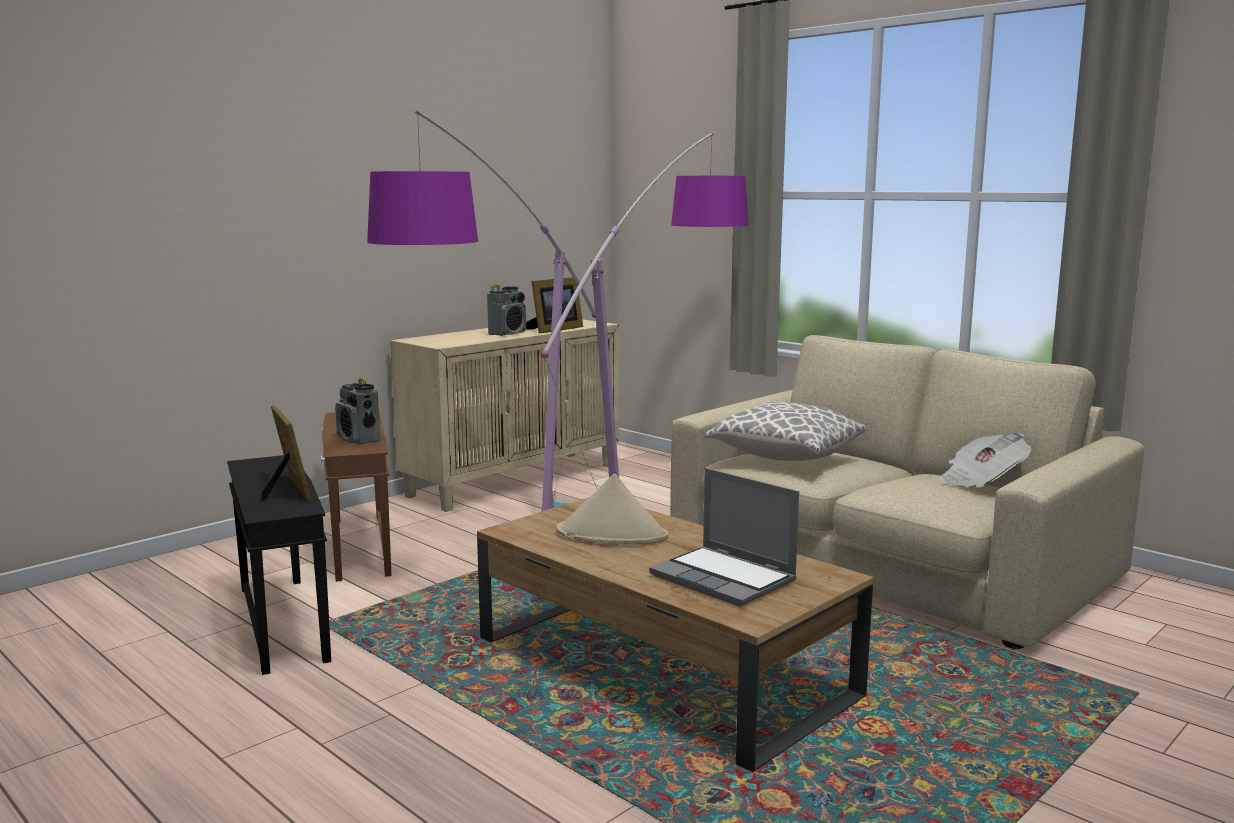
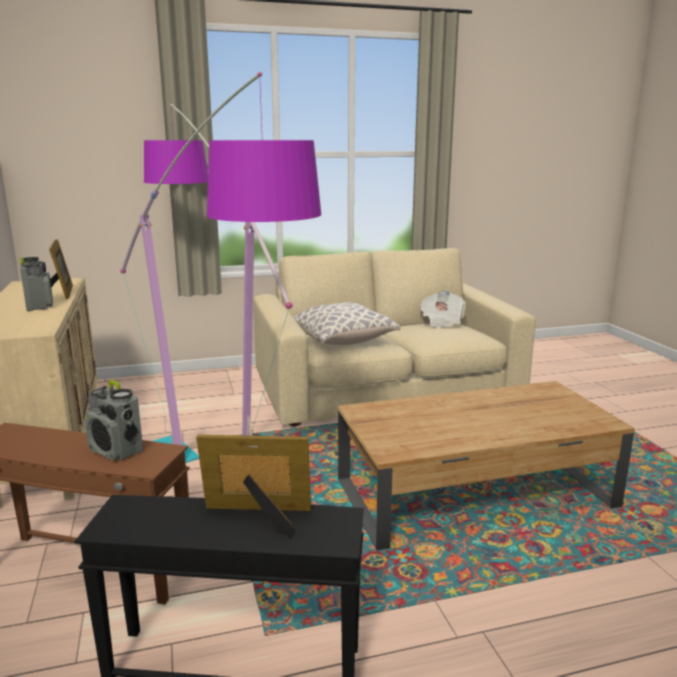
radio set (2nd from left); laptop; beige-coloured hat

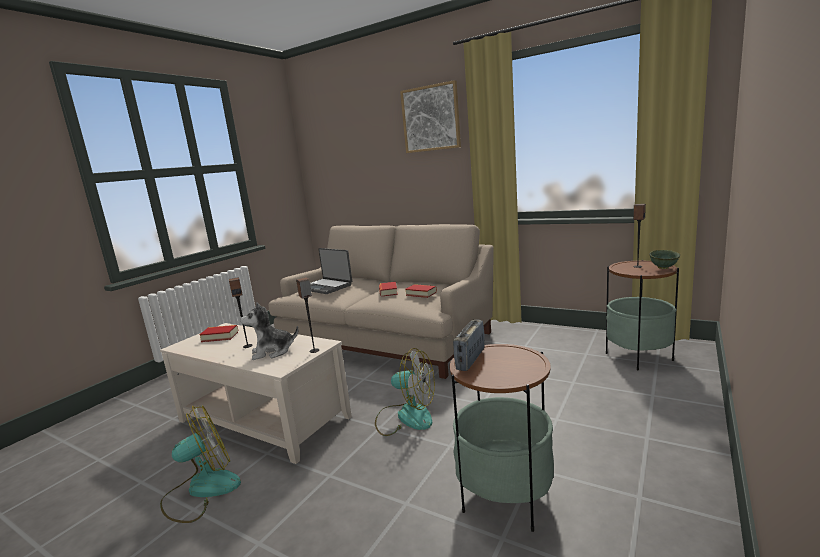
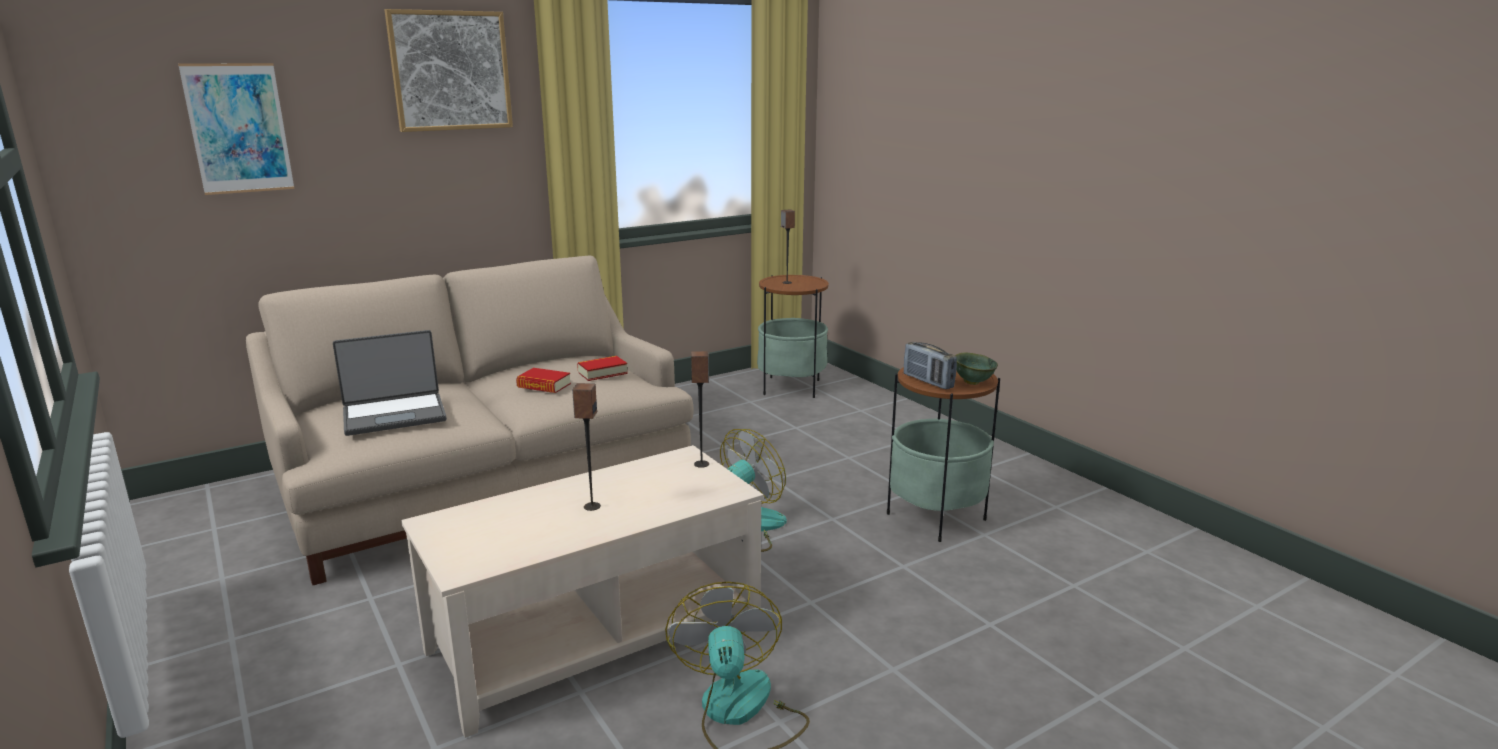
green-coloured bowl; plush toy; bound book (1st from left in the first image); picture (1st from left)

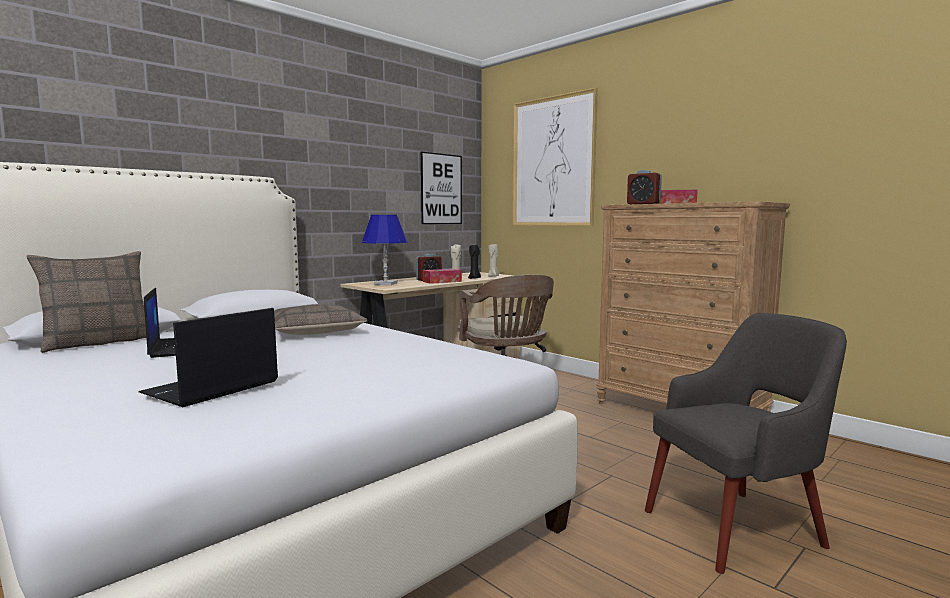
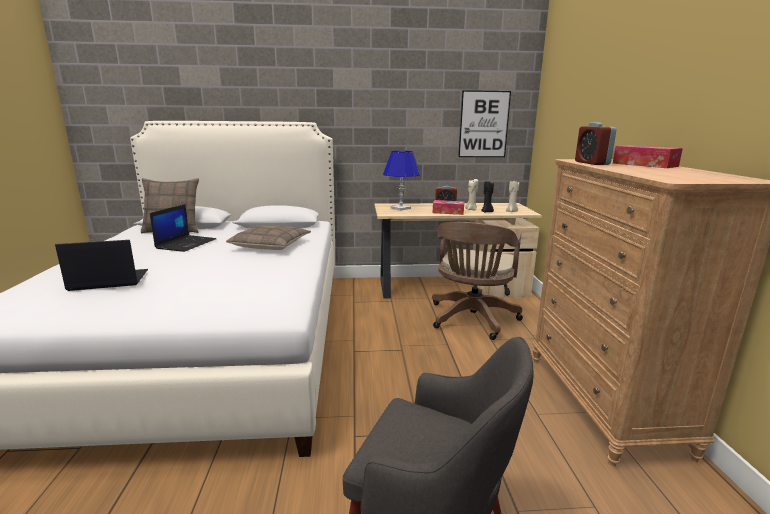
picture (2nd from left in the first image)

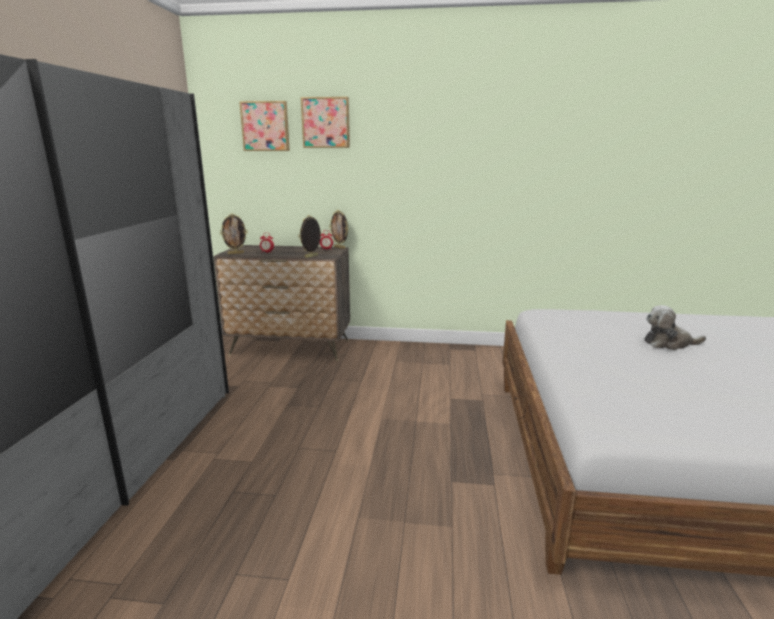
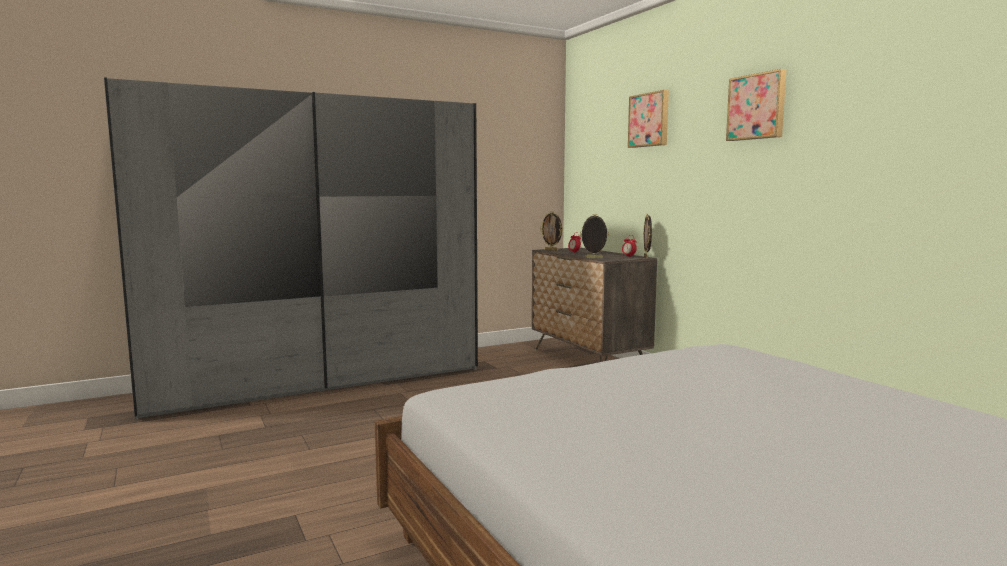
picture (2nd from left); plush toy

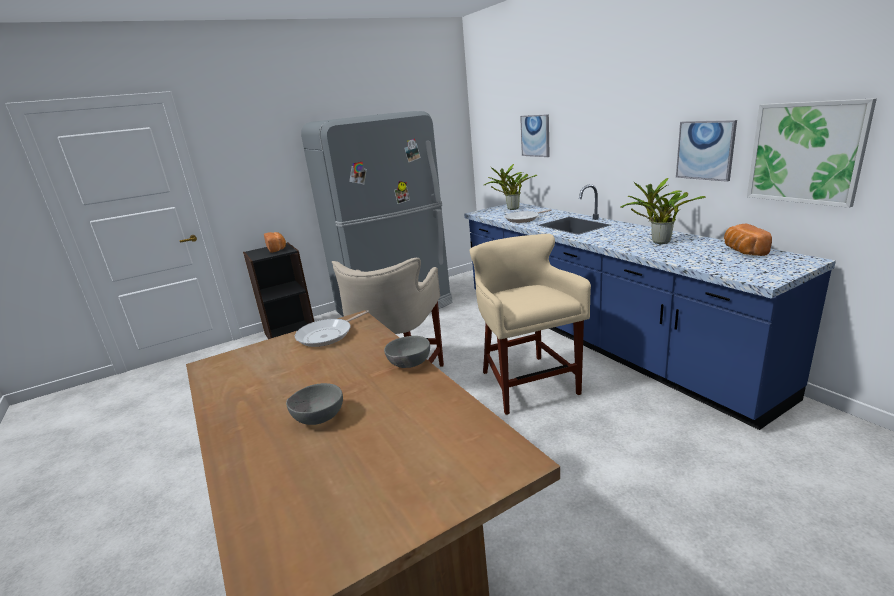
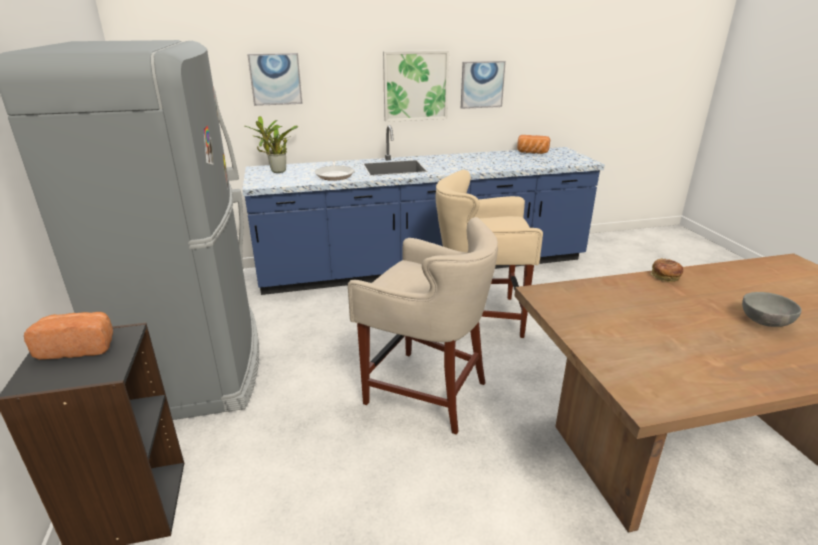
picture (2nd from left); houseplant (2nd from left in the first image); skillet (1st from left in the first image); bread (3rd from left)

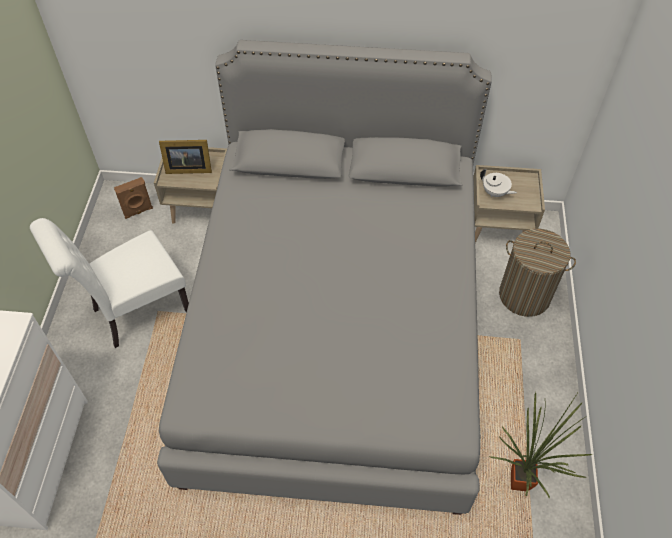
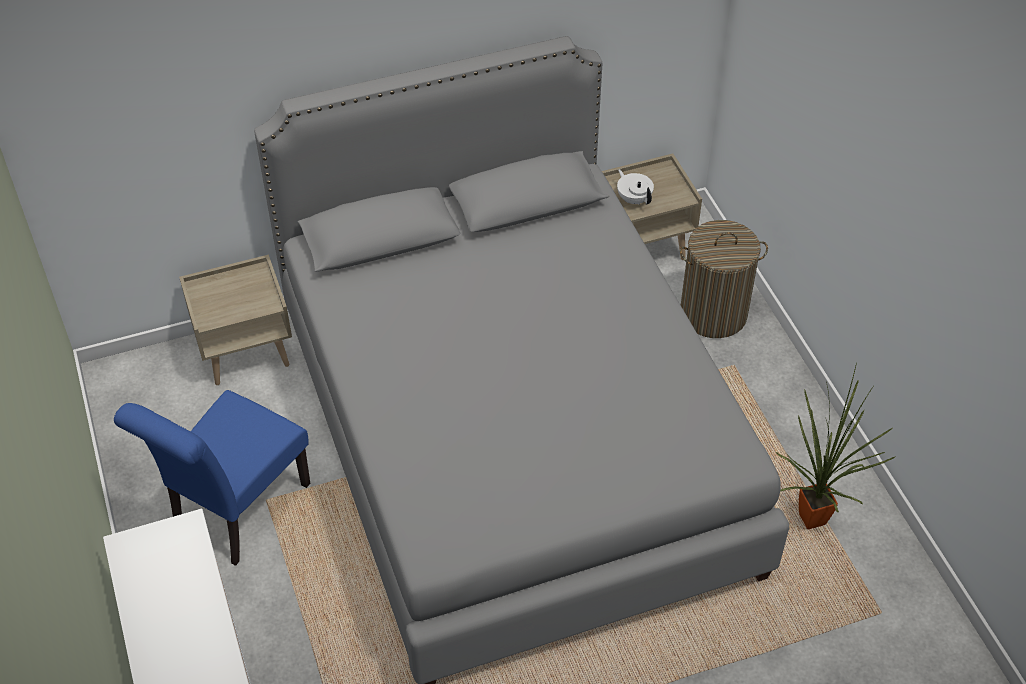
picture frame; white teapot; brown-coloured loudspeaker; blue upright chair

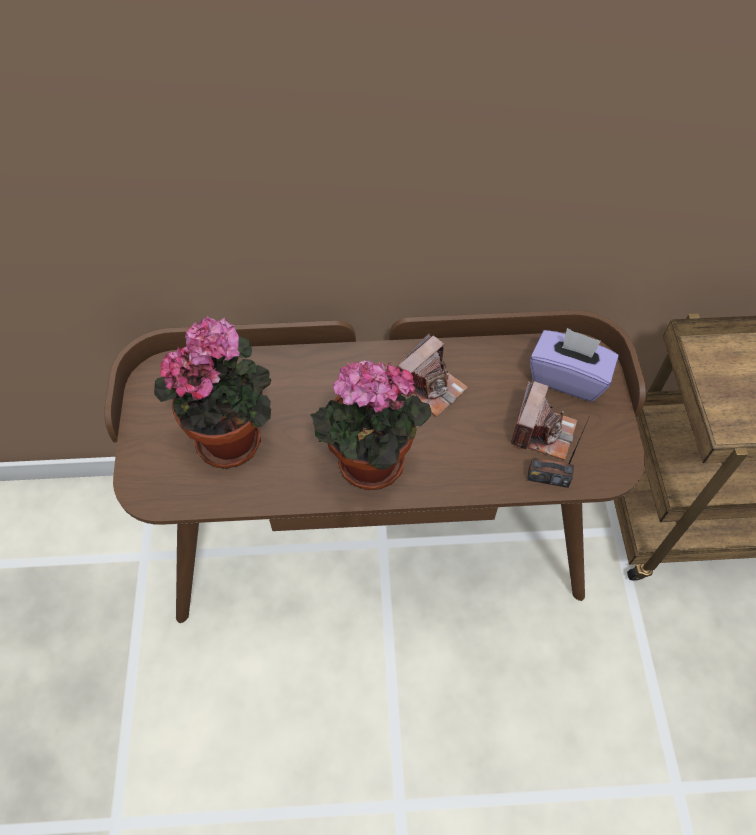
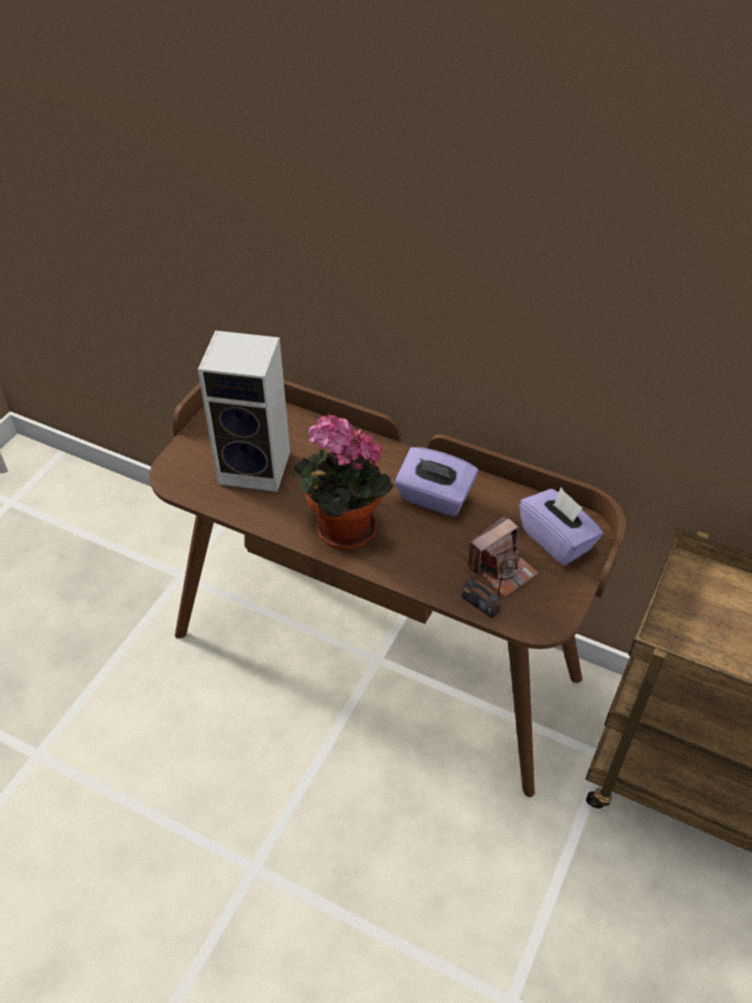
loudspeaker; purplish box of tissues (1st from left)

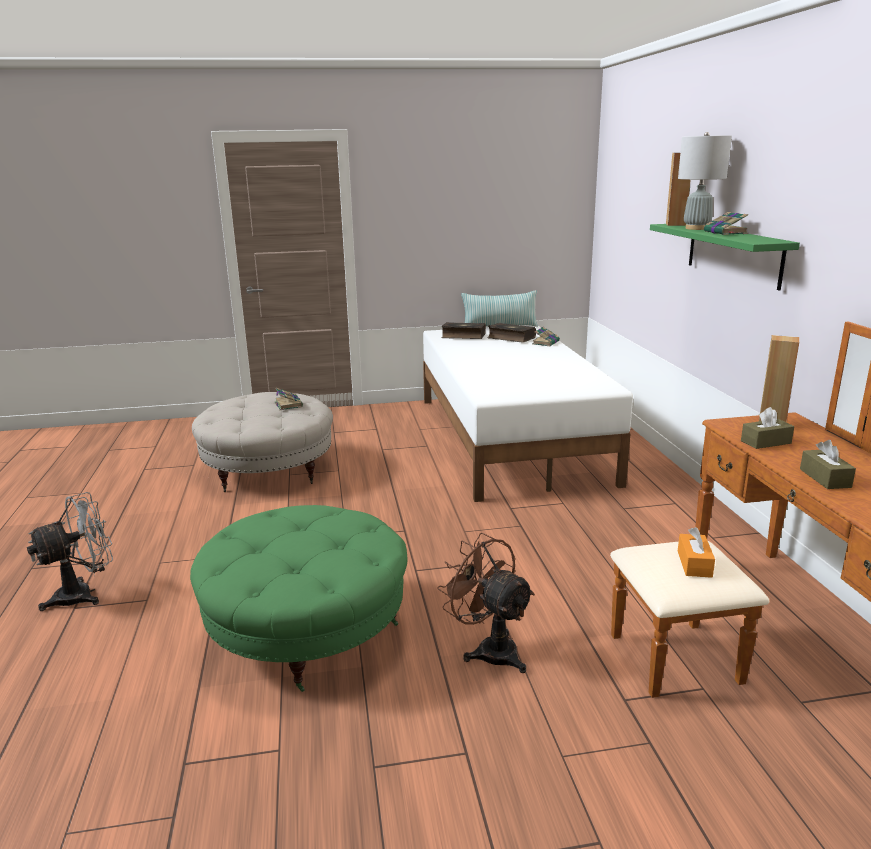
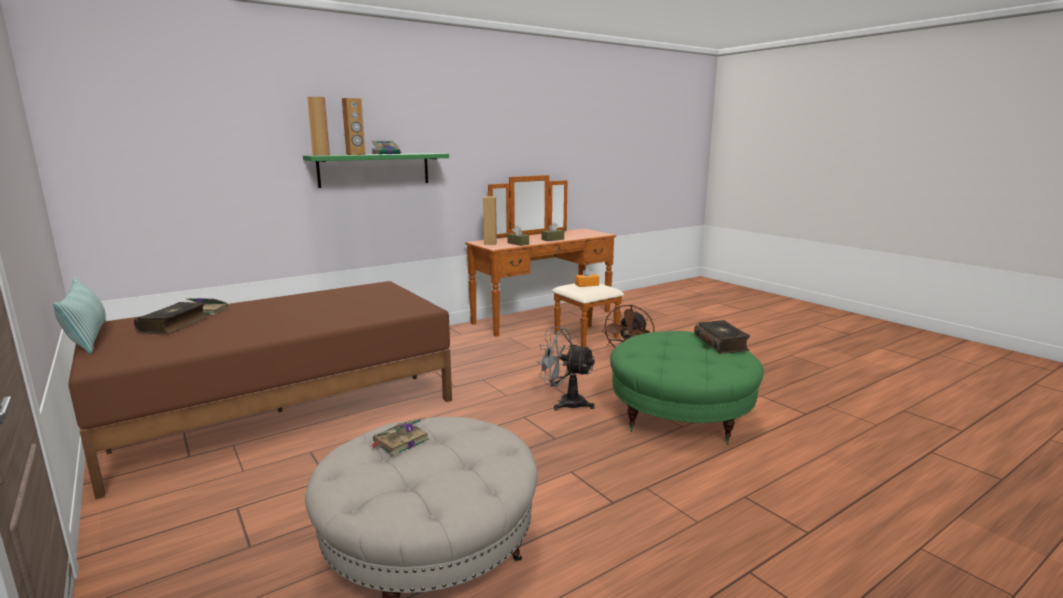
brown-coloured loudspeaker (2nd from left); bound book (5th from left); brown-coloured bed; greyish electric fan

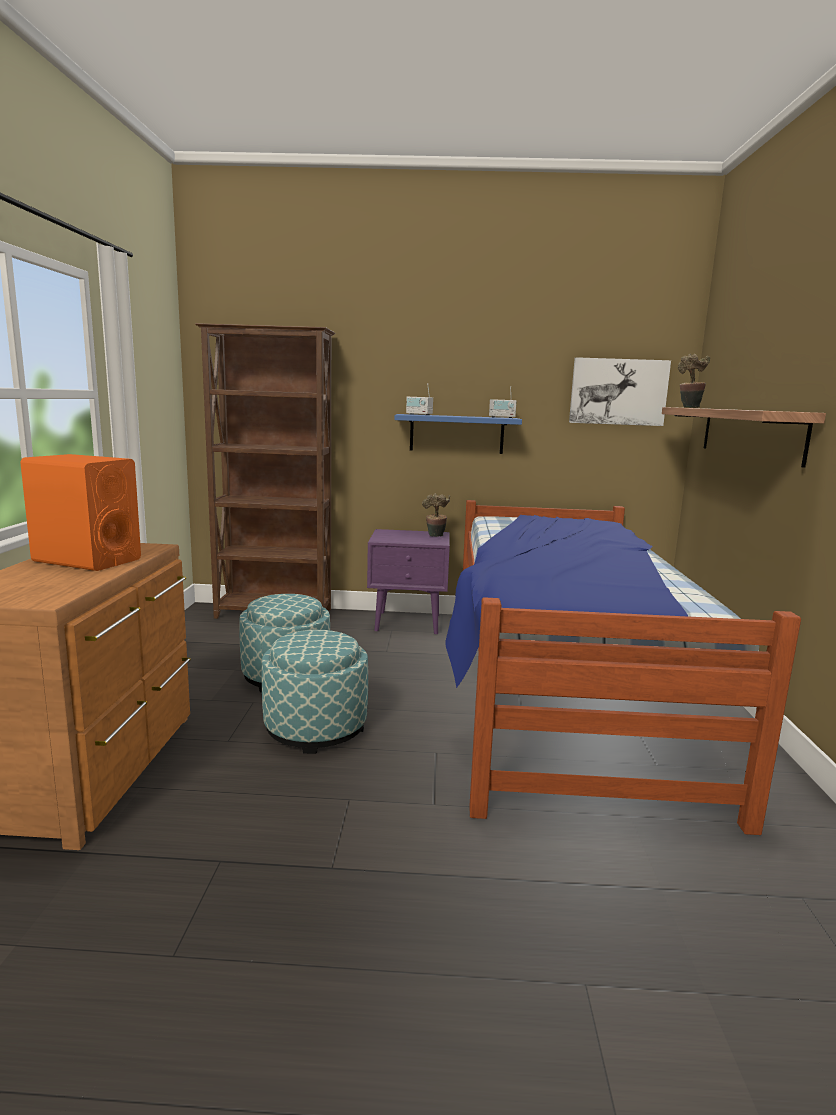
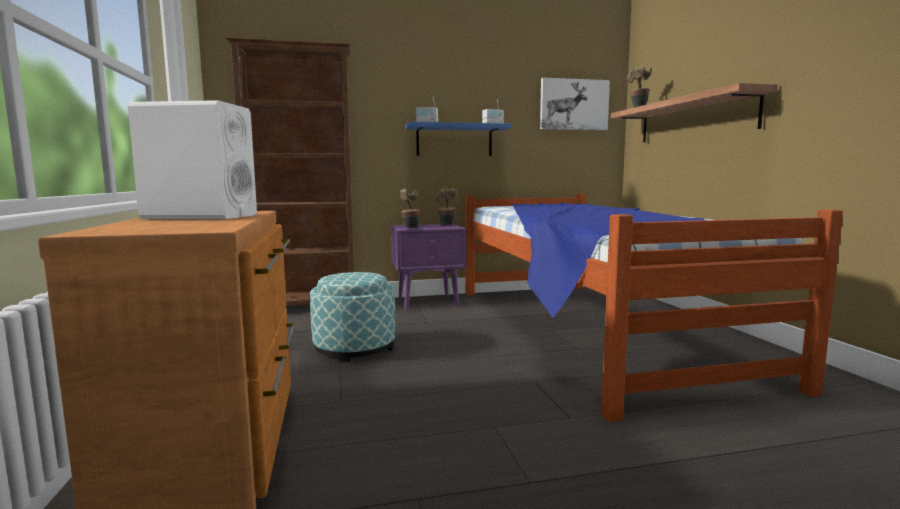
white loudspeaker; ottoman (2nd from left in the first image); houseplant (1st from left)

